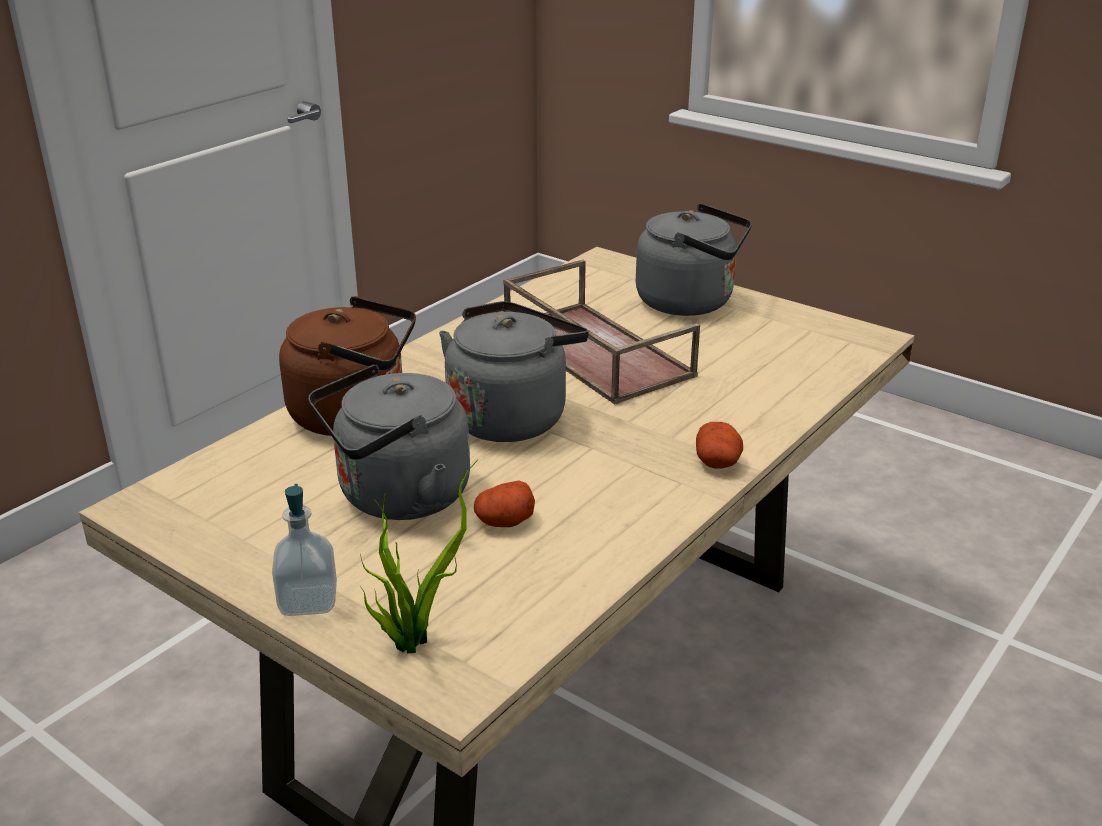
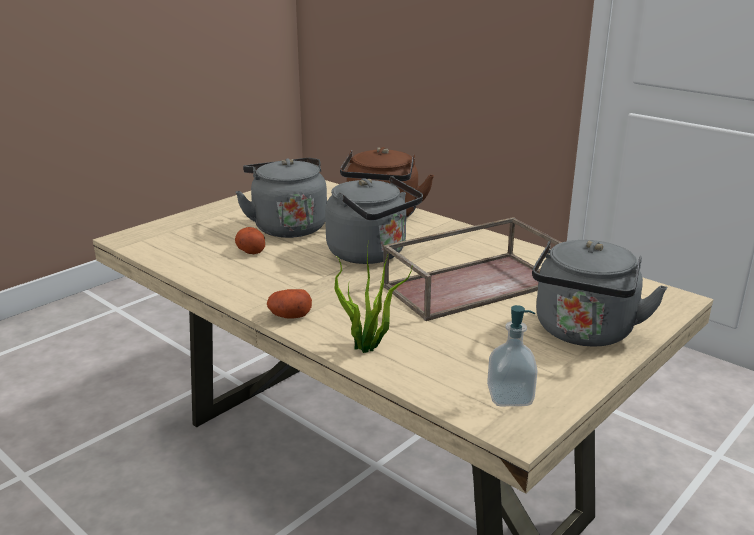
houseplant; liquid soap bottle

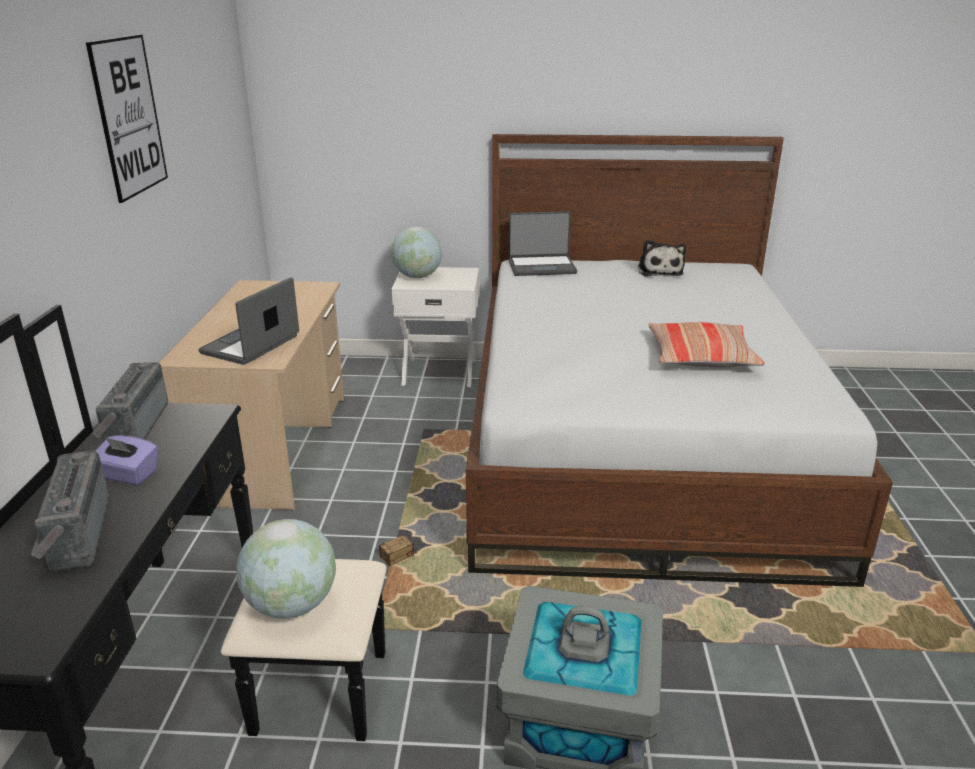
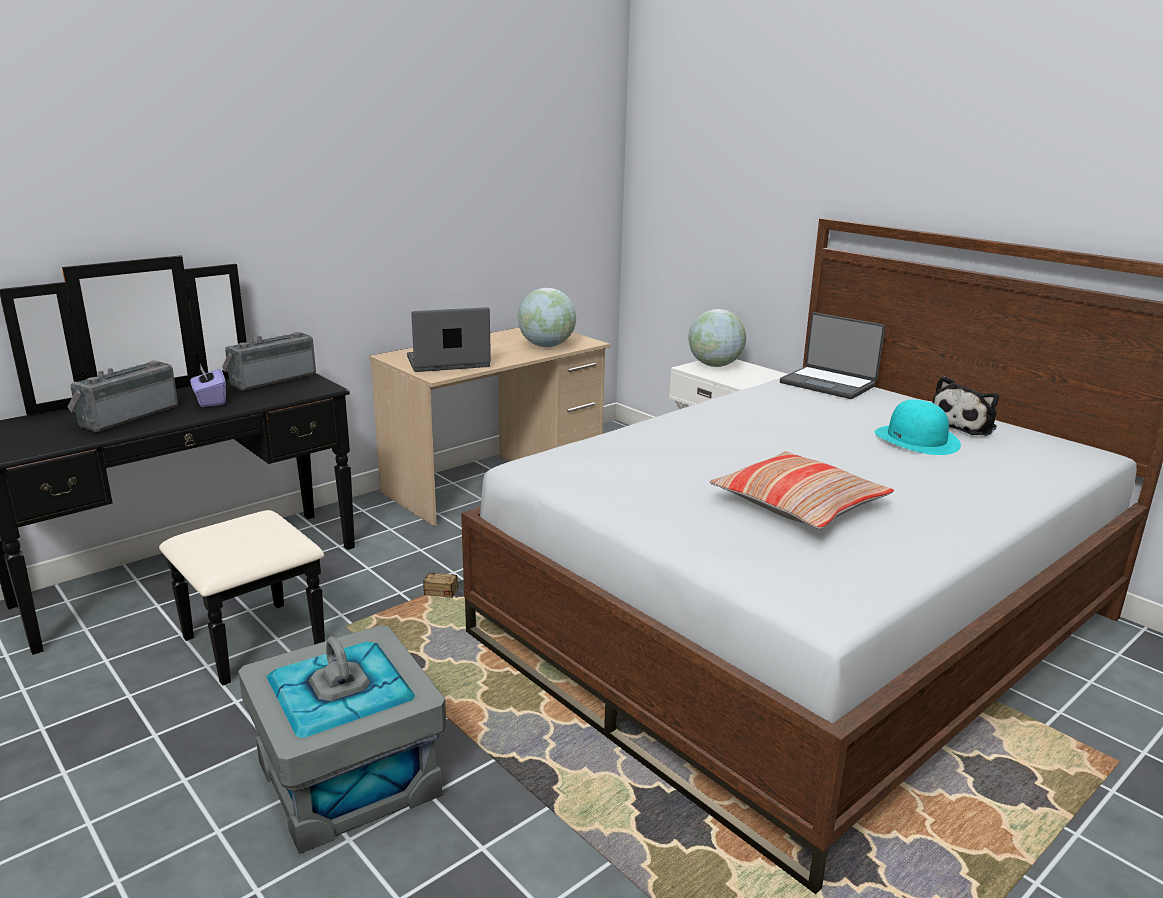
picture; world globe (1st from left); blue-green hat

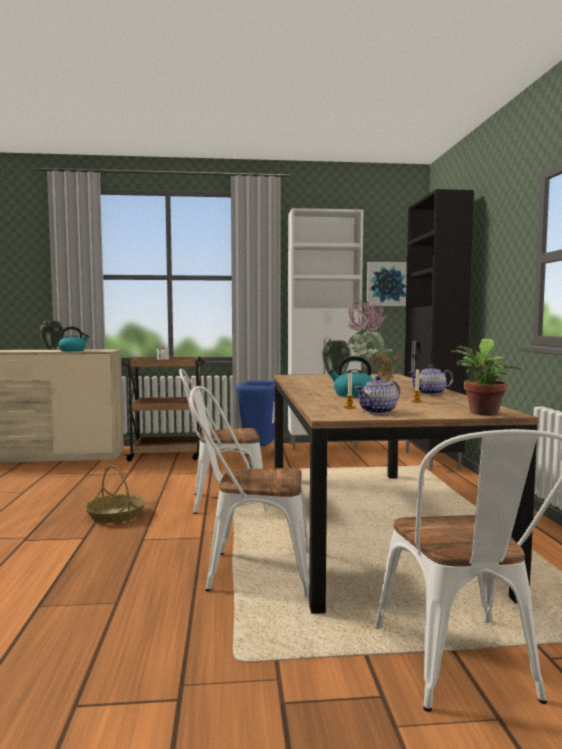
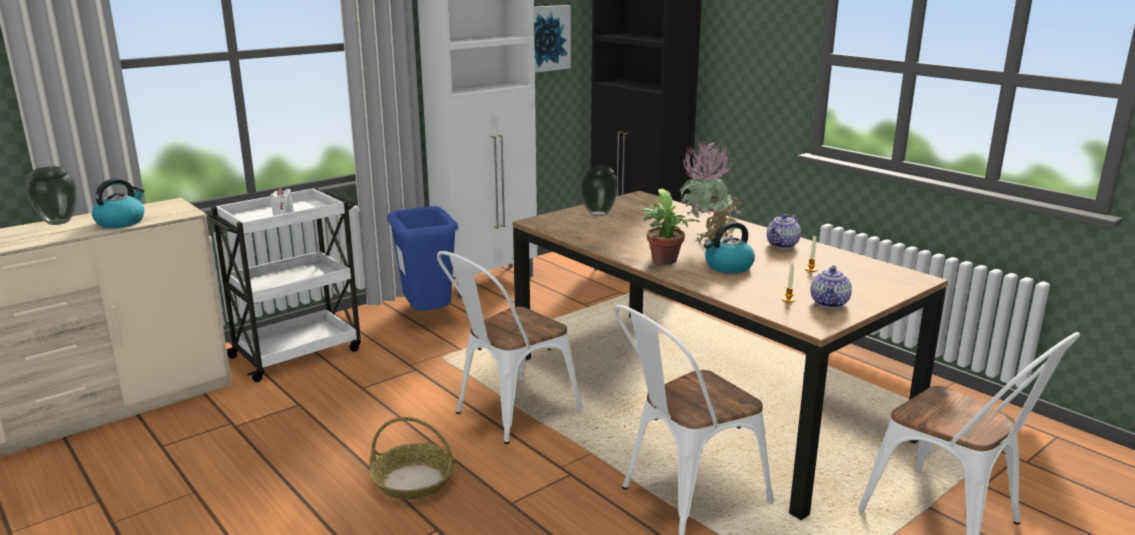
houseplant (1st from left); white cart

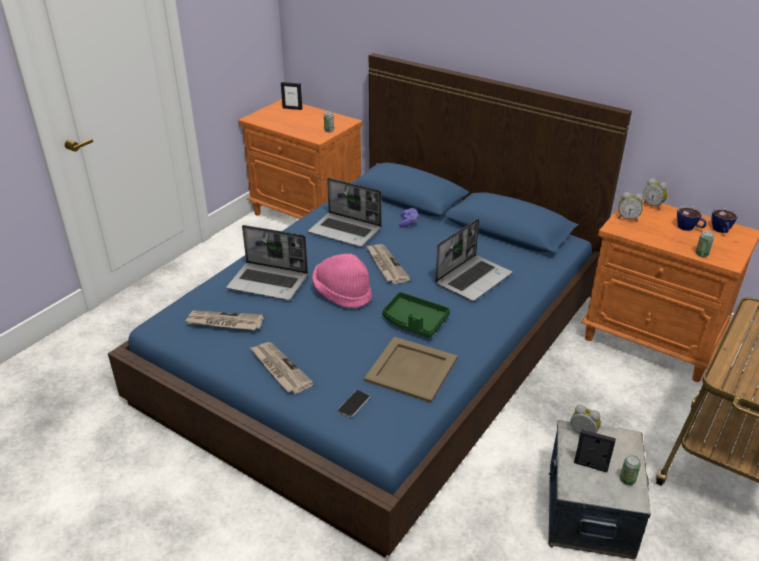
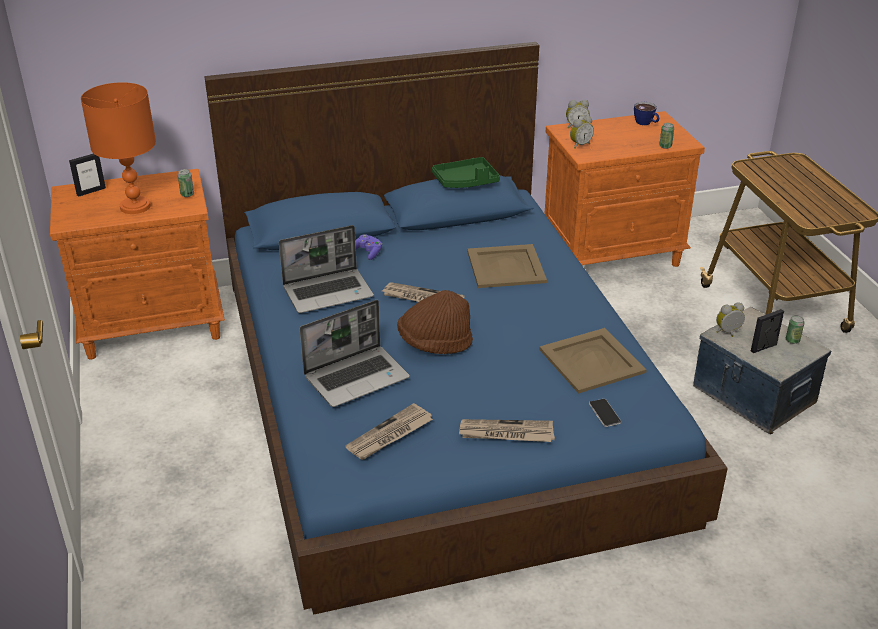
drinking cup (1st from left in the first image); beige-coloured serving tray (1st from left); brown-coloured hat; green-coloured serving tray; orangey tabletop lamp

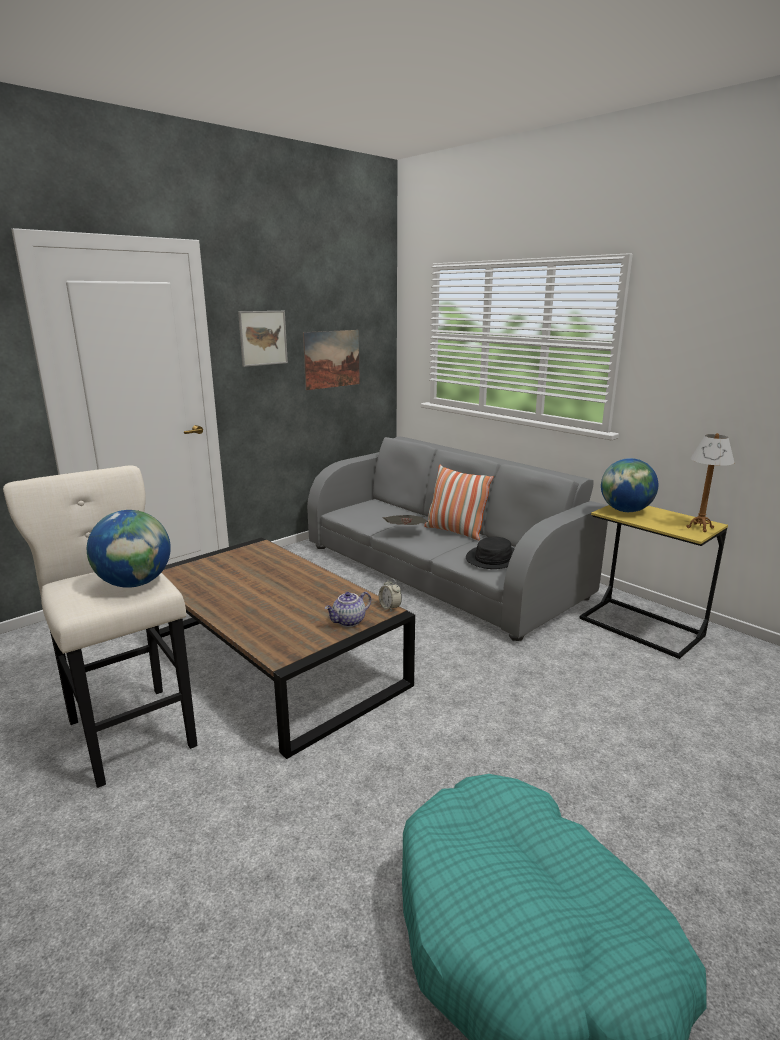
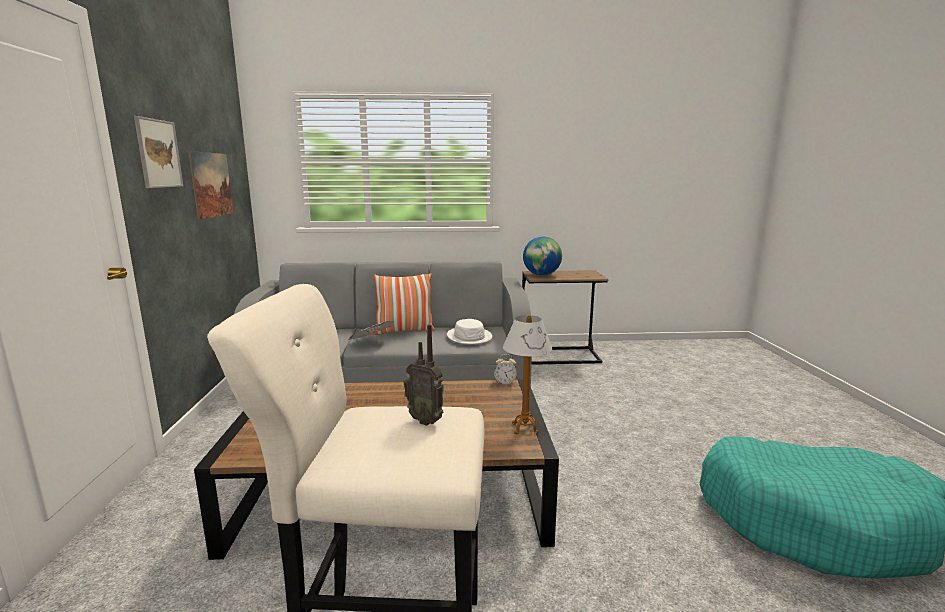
tabletop lamp; brown-coloured side table; radio set; white hat; teapot

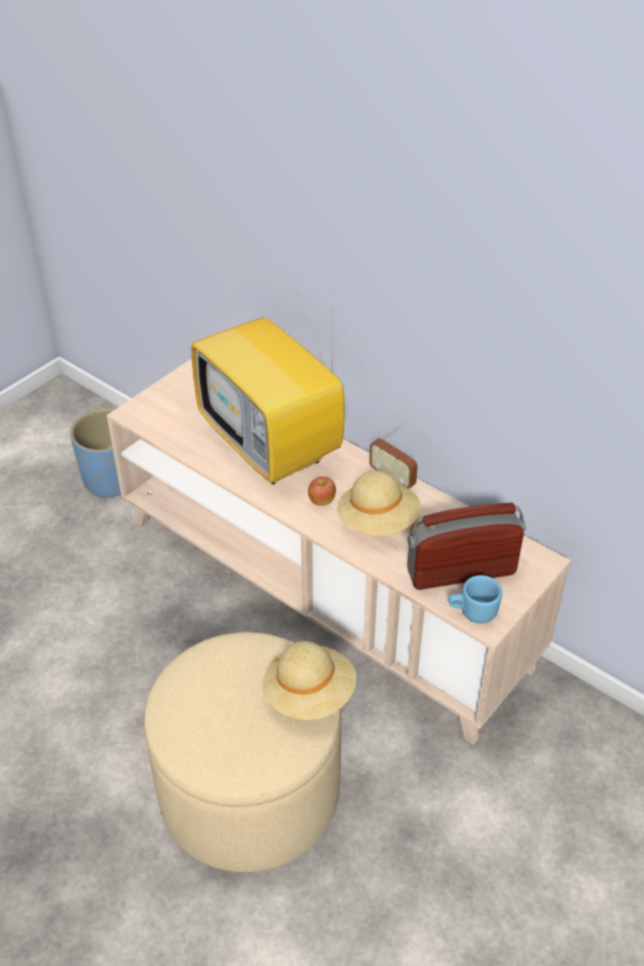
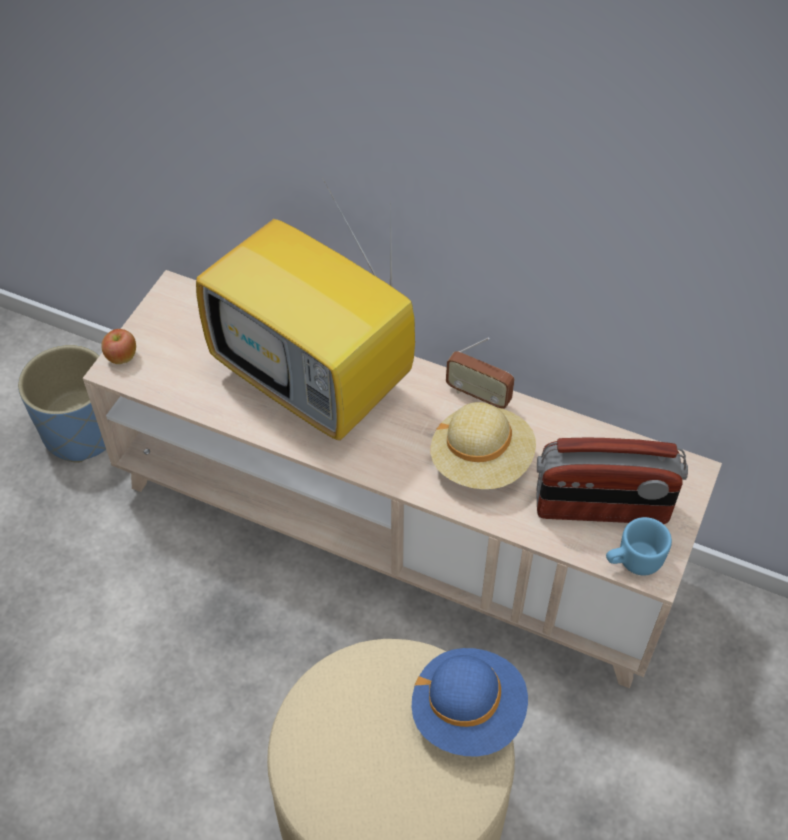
apple fruit; radio set (2nd from left); blue hat

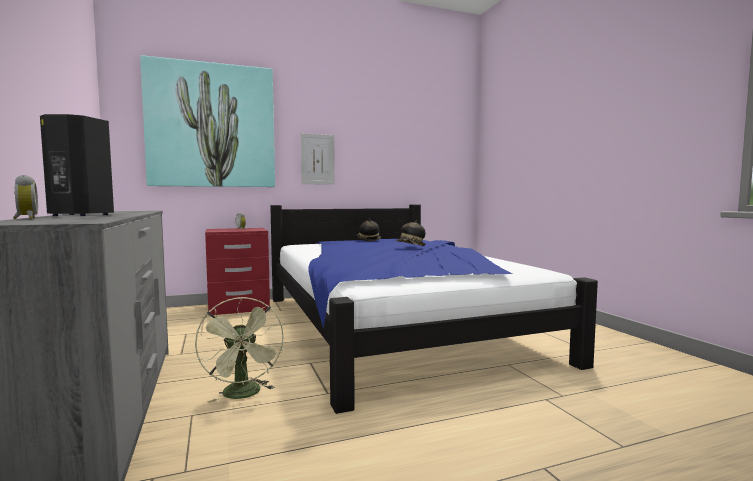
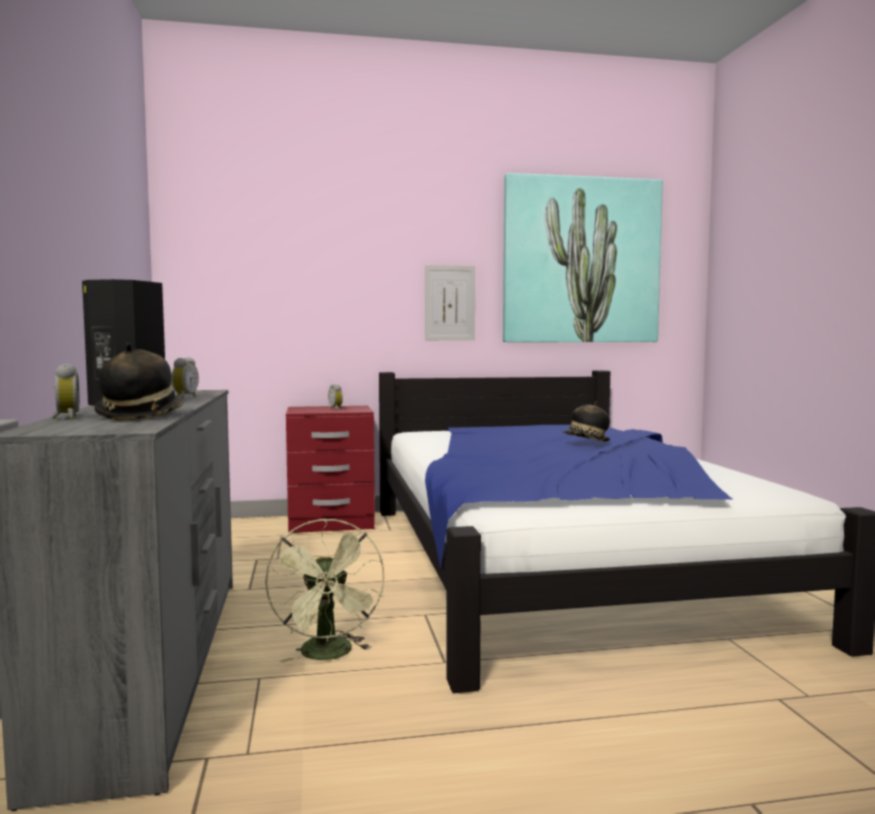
picture (2nd from left); hat (1st from left); alarm clock (2nd from left)

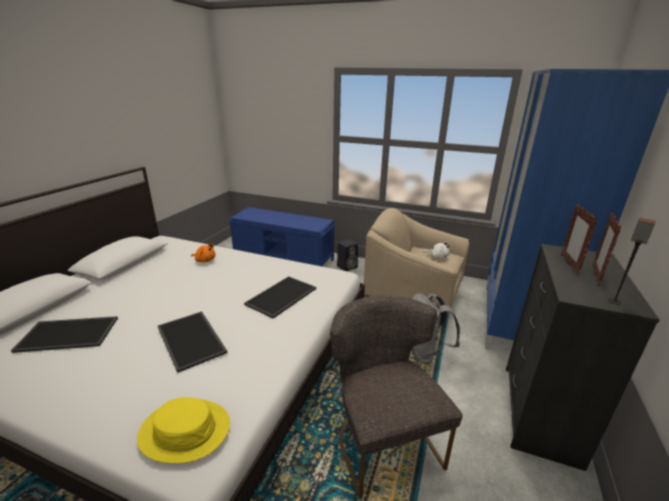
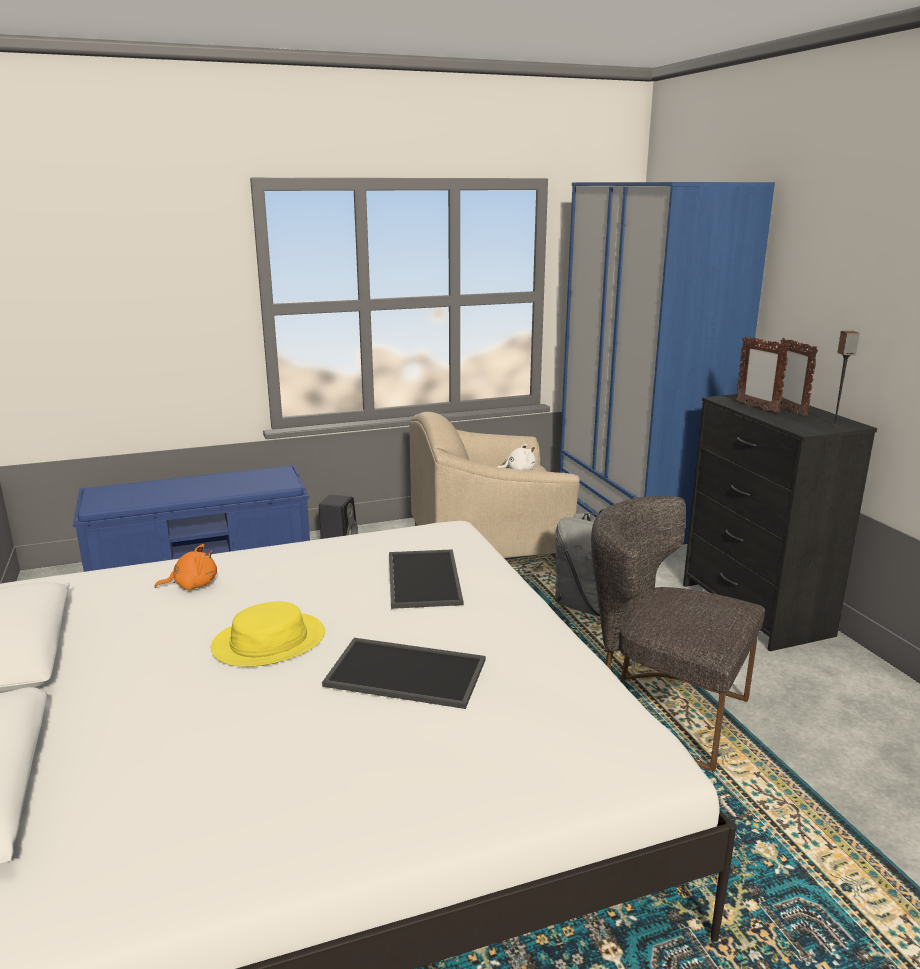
serving tray (1st from left in the first image); yellowish hat

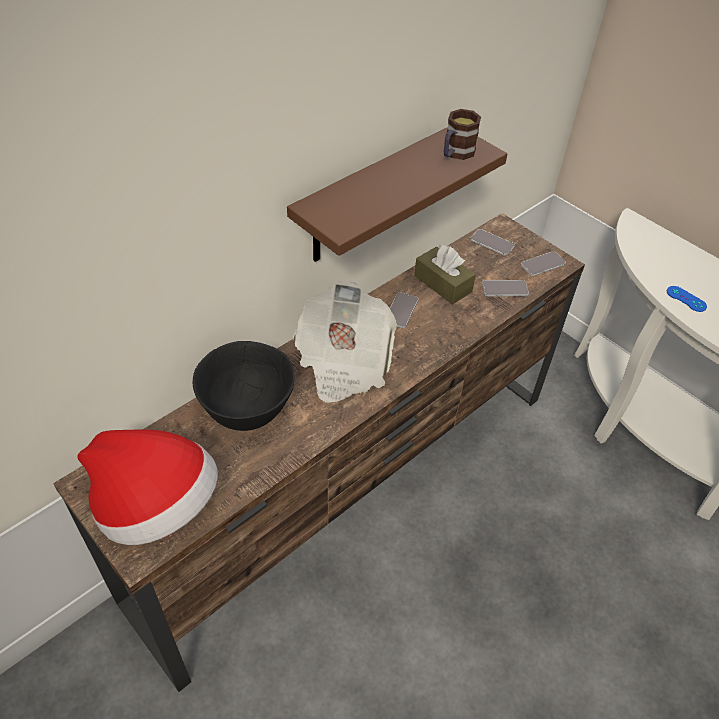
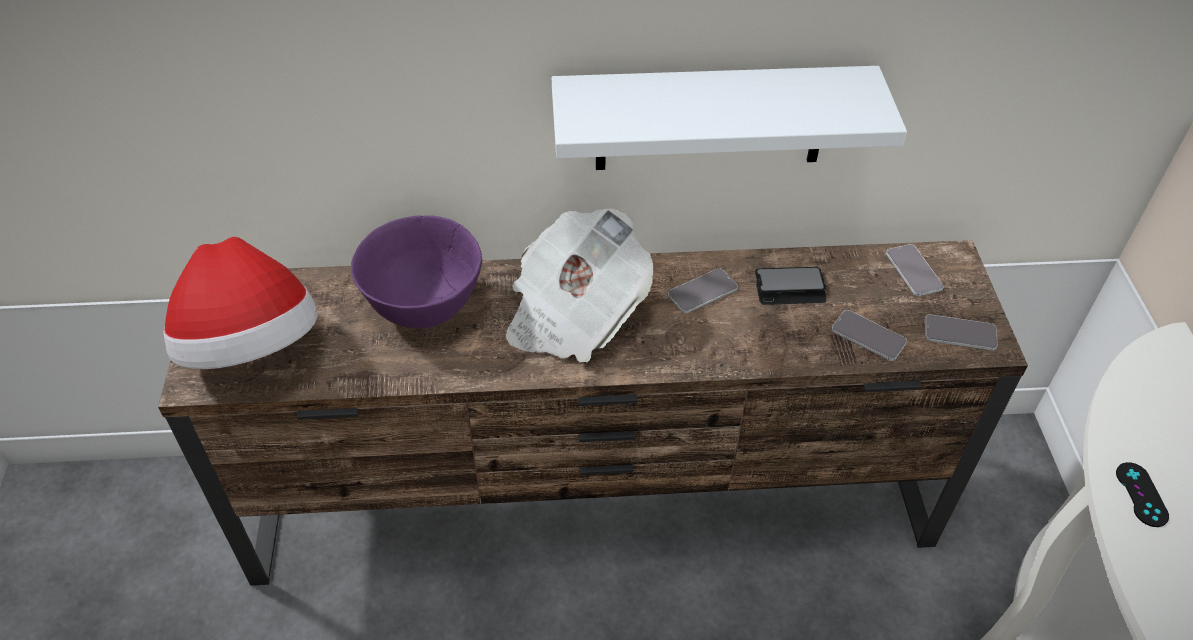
tea mug; white shelf; handset (2nd from left); black-coloured gamepad; purplish bowl

